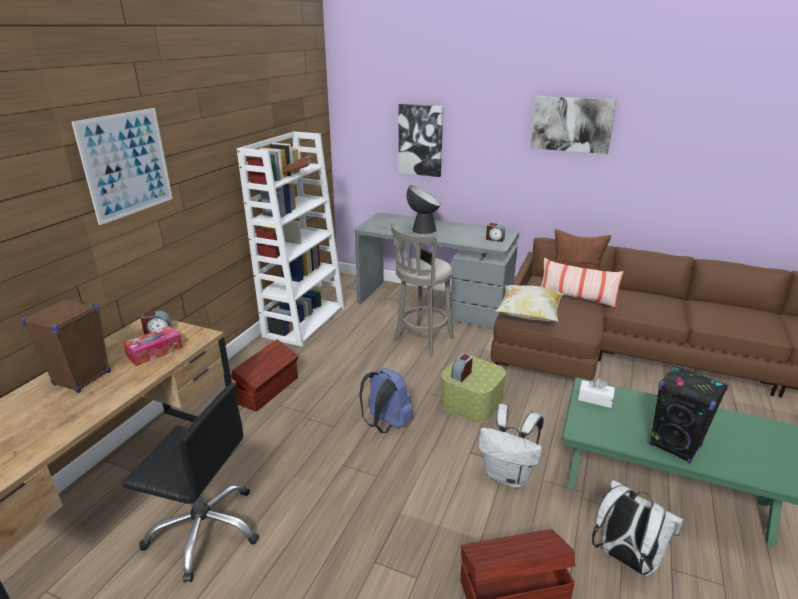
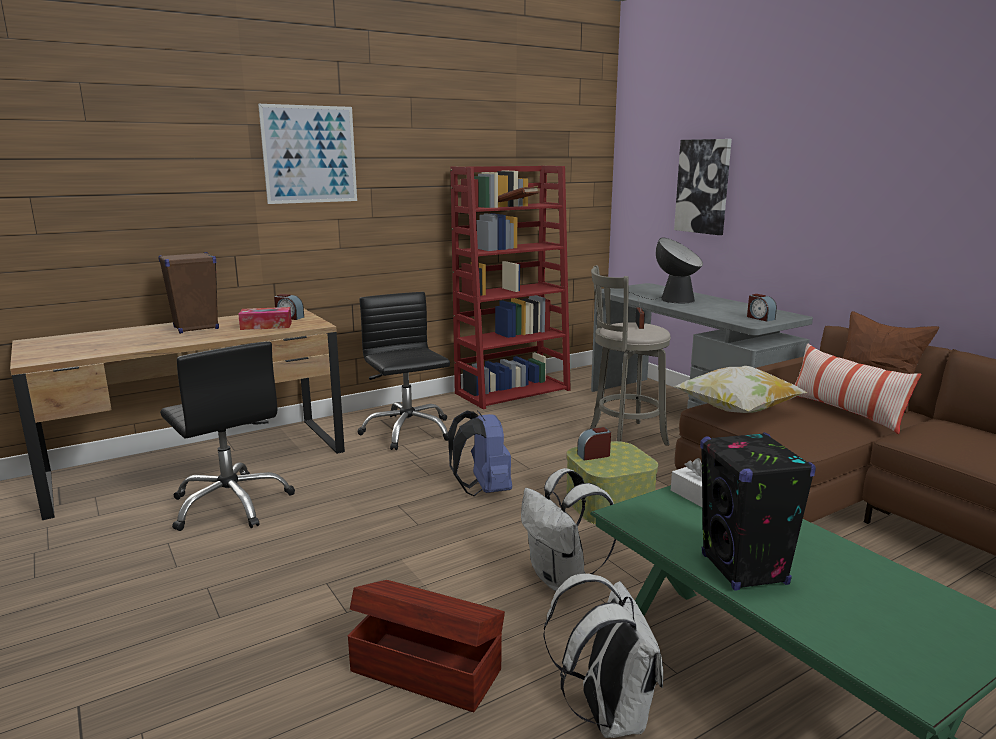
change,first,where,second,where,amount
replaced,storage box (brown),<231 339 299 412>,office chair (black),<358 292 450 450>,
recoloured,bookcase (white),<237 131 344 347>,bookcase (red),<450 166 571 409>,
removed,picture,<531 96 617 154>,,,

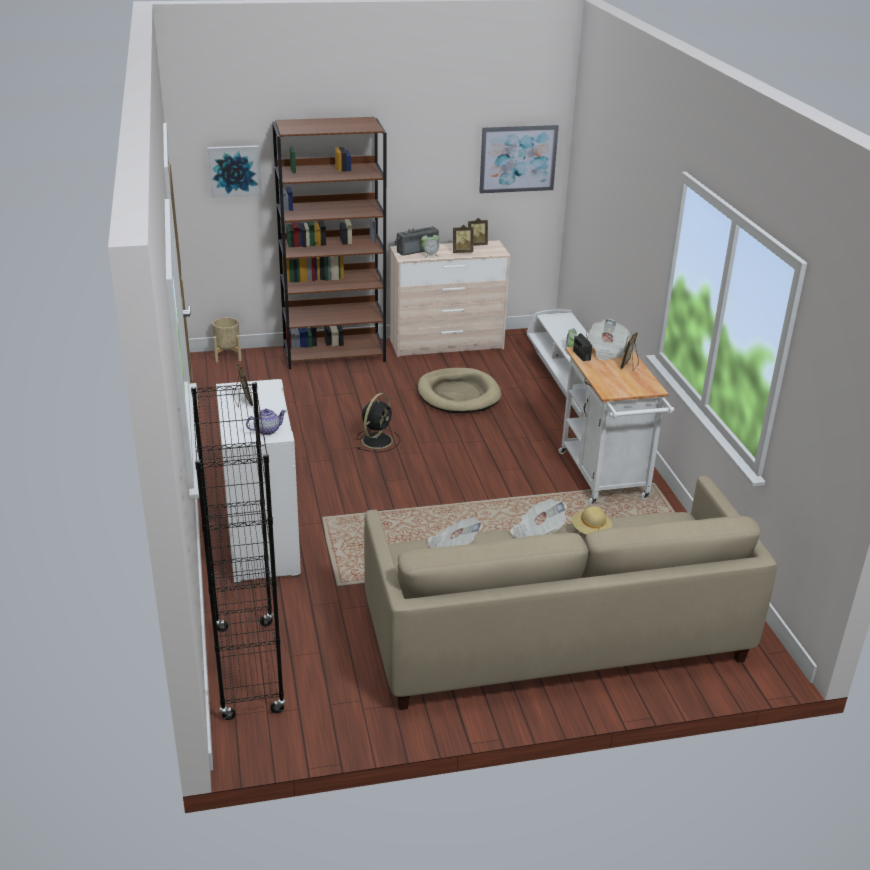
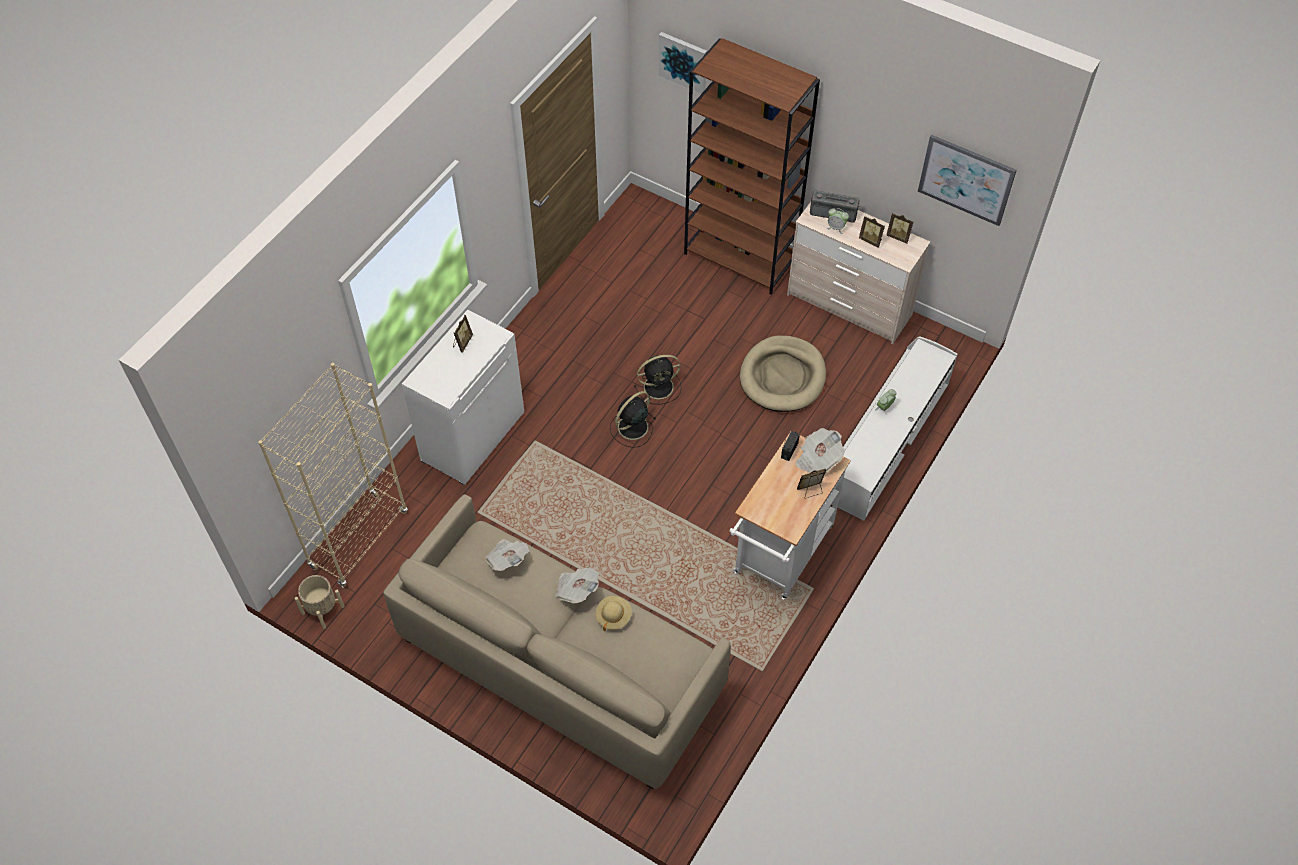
change,first,where,second,where,amount
recoloured,bookcase (black),<191 382 286 720>,bookcase (beige),<258 363 408 588>,
moved,planter (beige),<212 317 242 363>,,<295 575 344 629>,
removed,teapot,<246 409 287 435>,,,
added,,,fan (black),<610 391 656 448>,

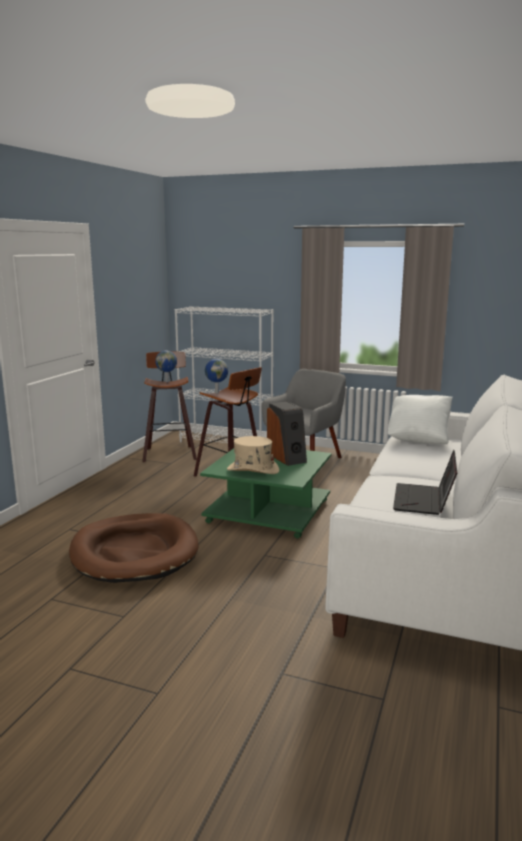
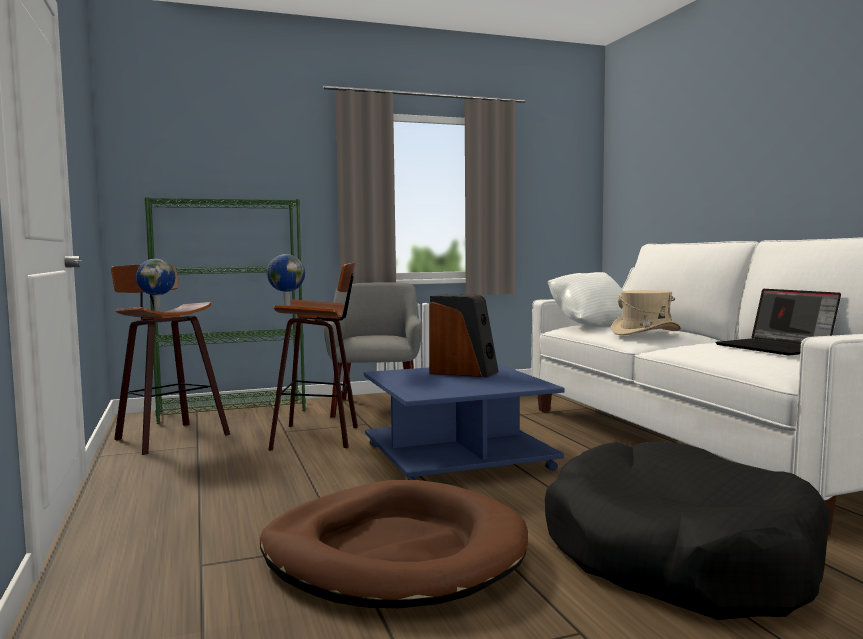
change,first,where,second,where,amount
recoloured,bookcase (white),<175 306 274 443>,bookcase (green),<144 197 306 424>,
recoloured,coffee table (green),<200 448 331 539>,coffee table (blue),<364 364 564 480>,
moved,hat (beige),<227 436 279 474>,,<611 290 681 335>,
added,,,dog bed (black),<545 441 830 620>,

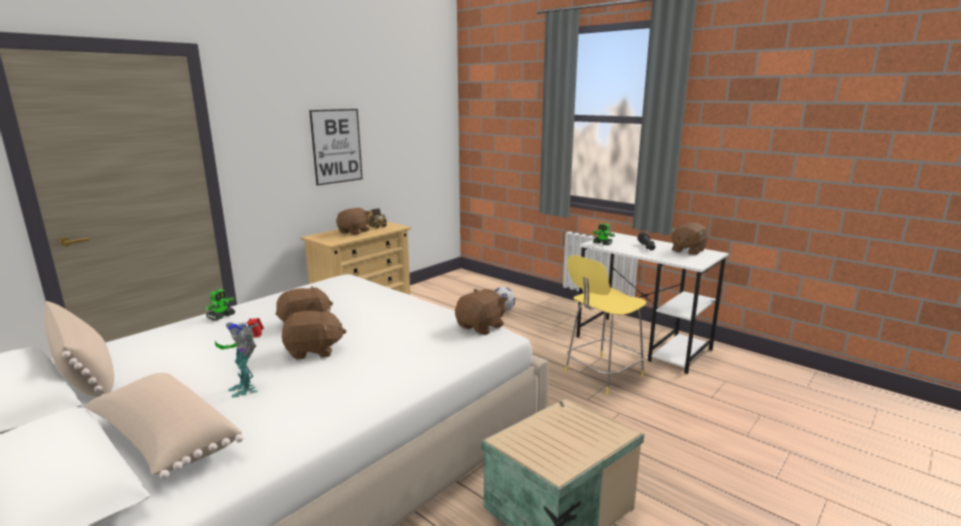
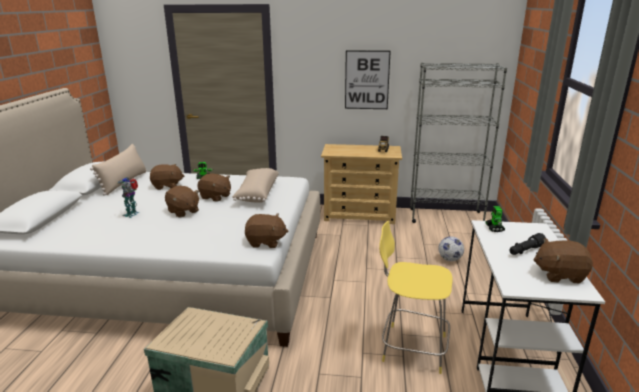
change,first,where,second,where,amount
moved,pillow (beige),<84 373 244 479>,,<232 168 279 203>,
moved,plush toy (brown),<336 208 370 235>,,<150 164 184 190>,
added,,,bookcase (grey),<410 63 507 223>,

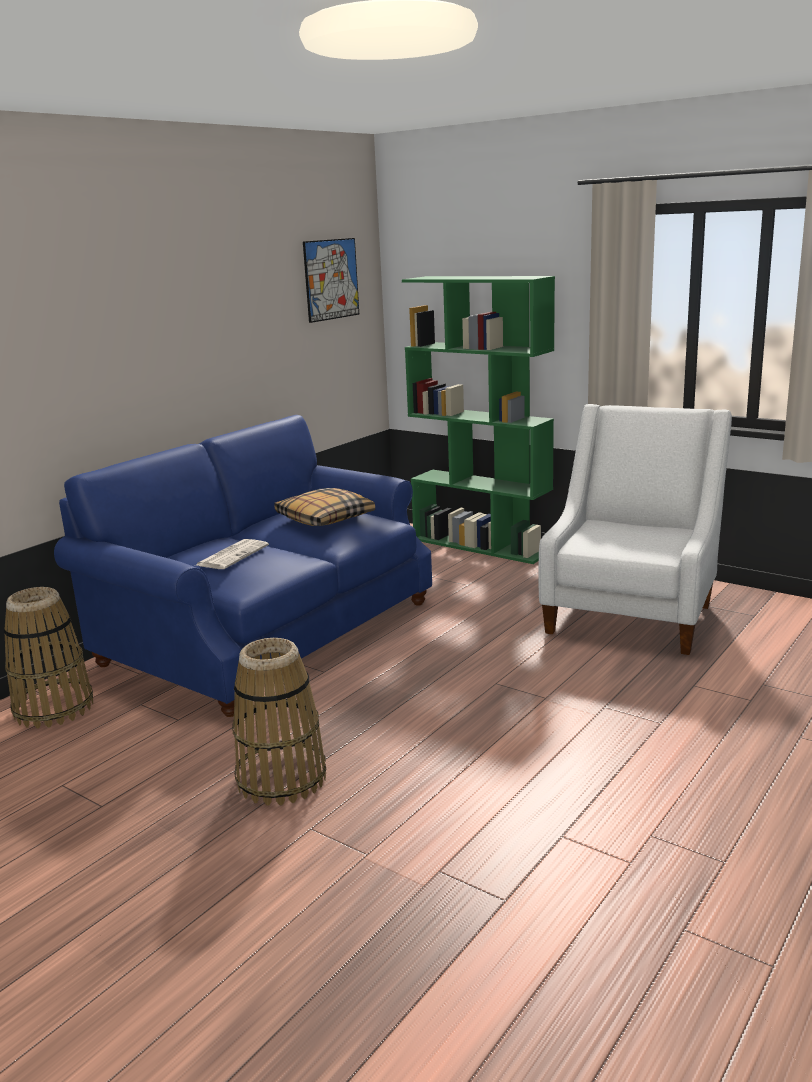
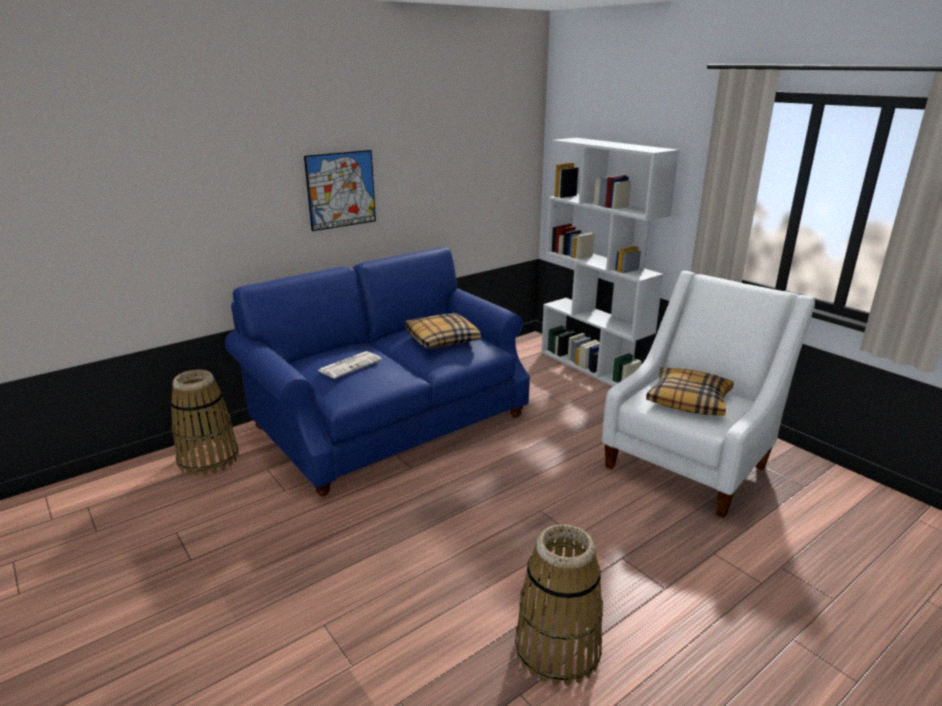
change,first,where,second,where,amount
moved,basket,<232 638 326 806>,,<515 524 603 686>,
moved,picture,<303 238 359 323>,,<304 150 376 231>,
recoloured,bookcase (green),<402 276 555 564>,bookcase (white),<541 138 679 387>,
added,,,pillow,<646 367 734 416>,

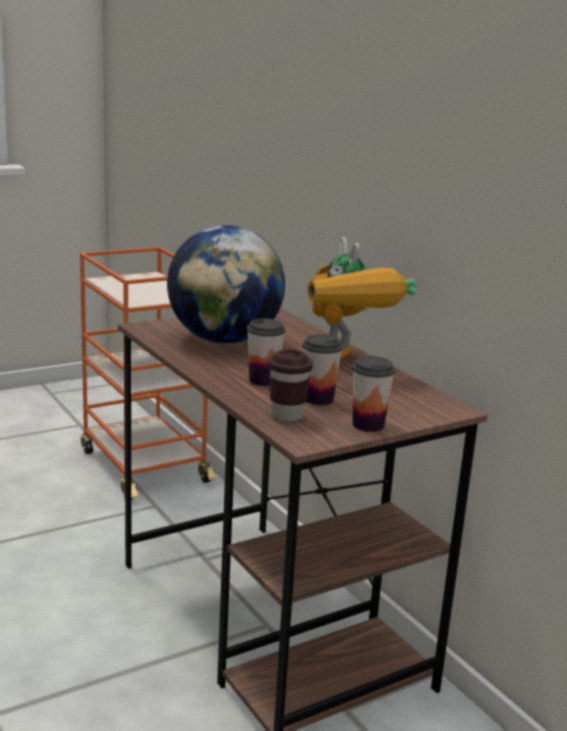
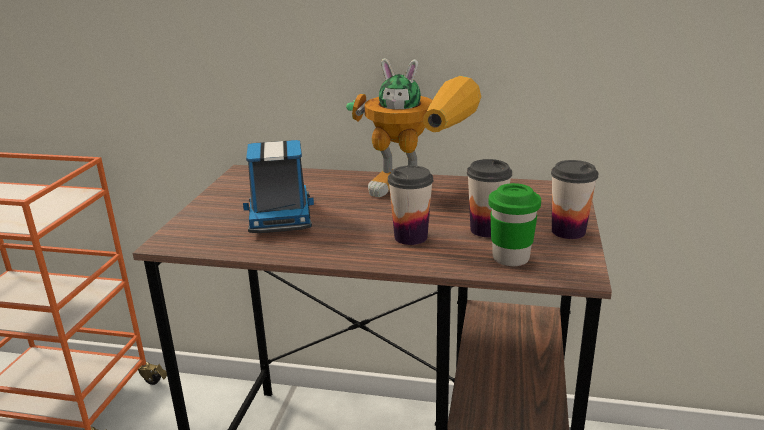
change,first,where,second,where,amount
replaced,globe,<167 225 285 344>,toy truck,<243 140 314 233>,
recoloured,cup (brown),<268 349 313 422>,cup (green),<488 183 541 267>,

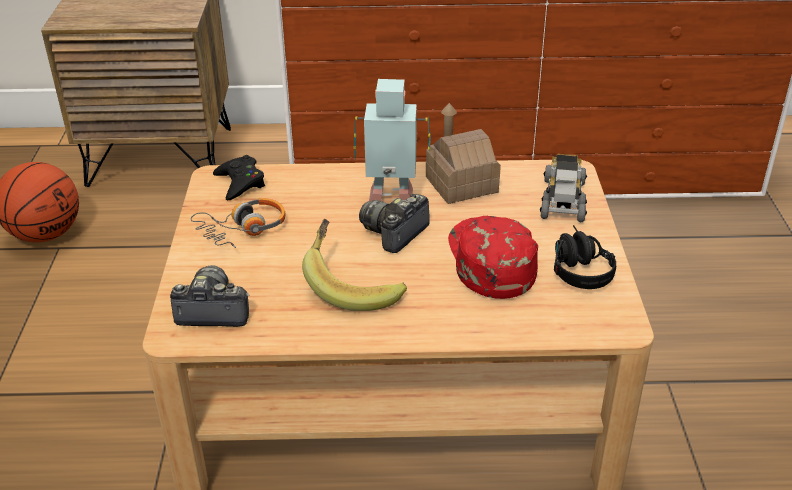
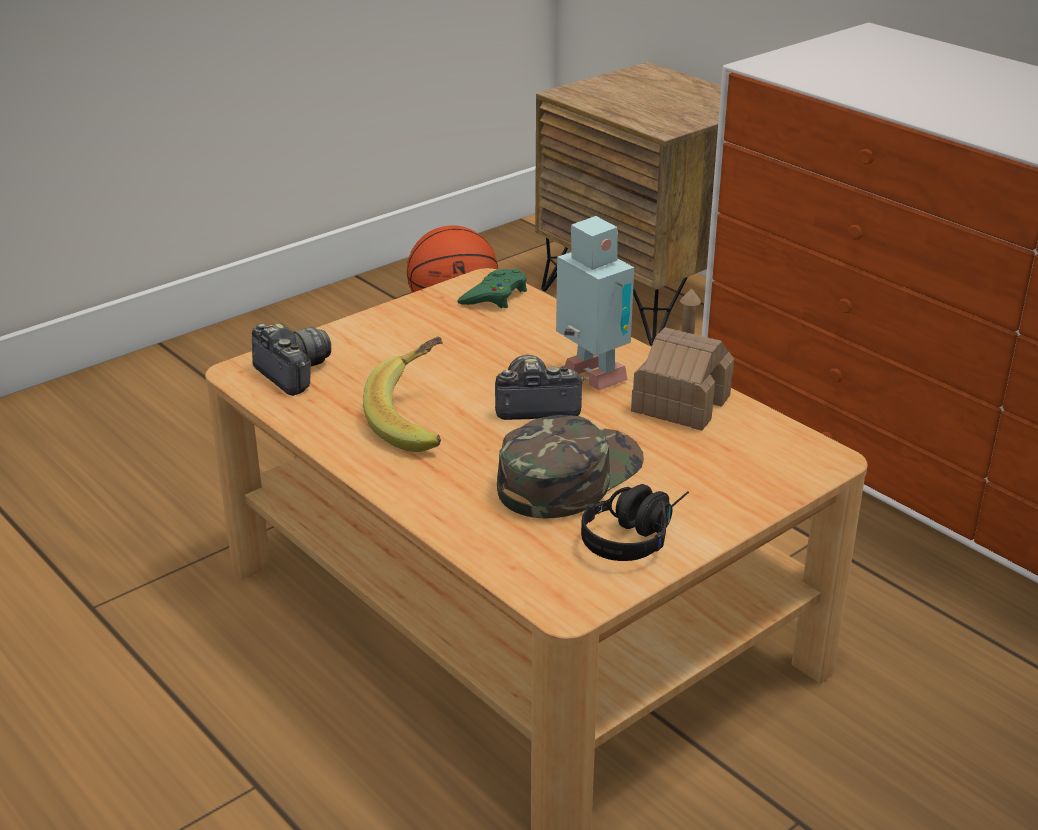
change,first,where,second,where,amount
removed,headphones,<191 198 286 248>,,,
recoloured,game controller (black),<213 155 265 201>,game controller (green),<457 269 527 308>,
recoloured,cap (red),<448 216 538 299>,cap (green),<497 415 644 518>,
removed,toy truck,<540 154 587 222>,,,

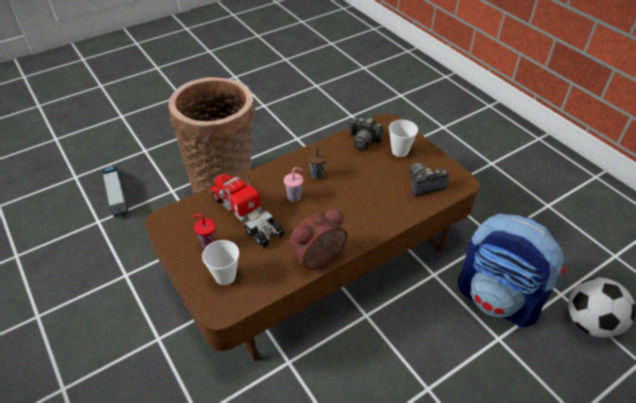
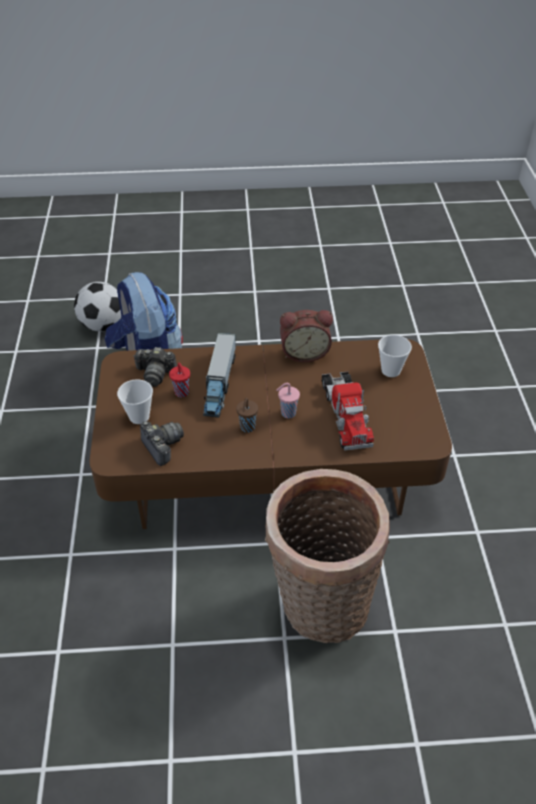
change,first,where,second,where,amount
moved,toy truck,<102 166 128 217>,,<203 333 236 417>,
moved,cup (red),<193 214 216 249>,,<169 363 190 397>,

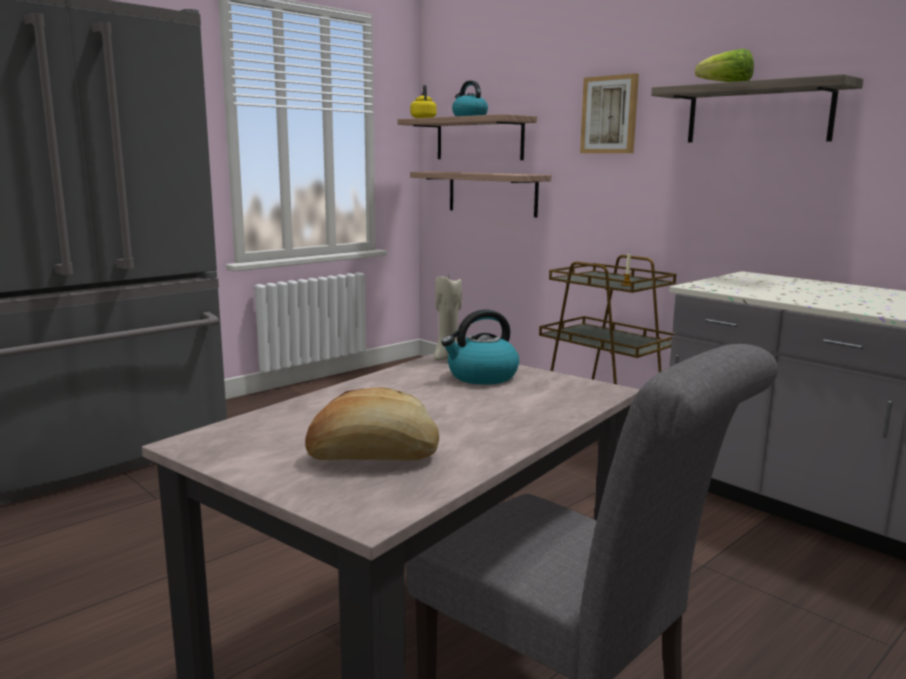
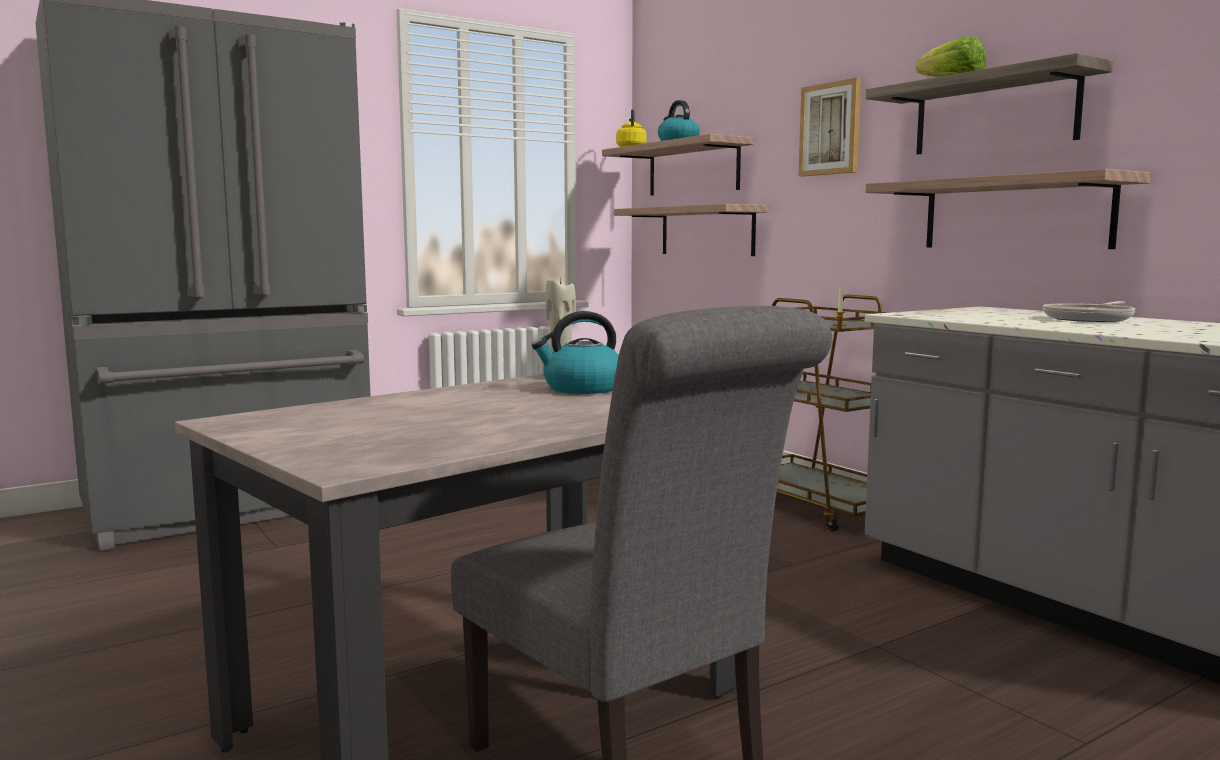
change,first,where,second,where,amount
removed,bread,<305 387 439 460>,,,
added,,,shelf,<866 169 1151 249>,
added,,,frying pan,<1043 301 1135 322>,

